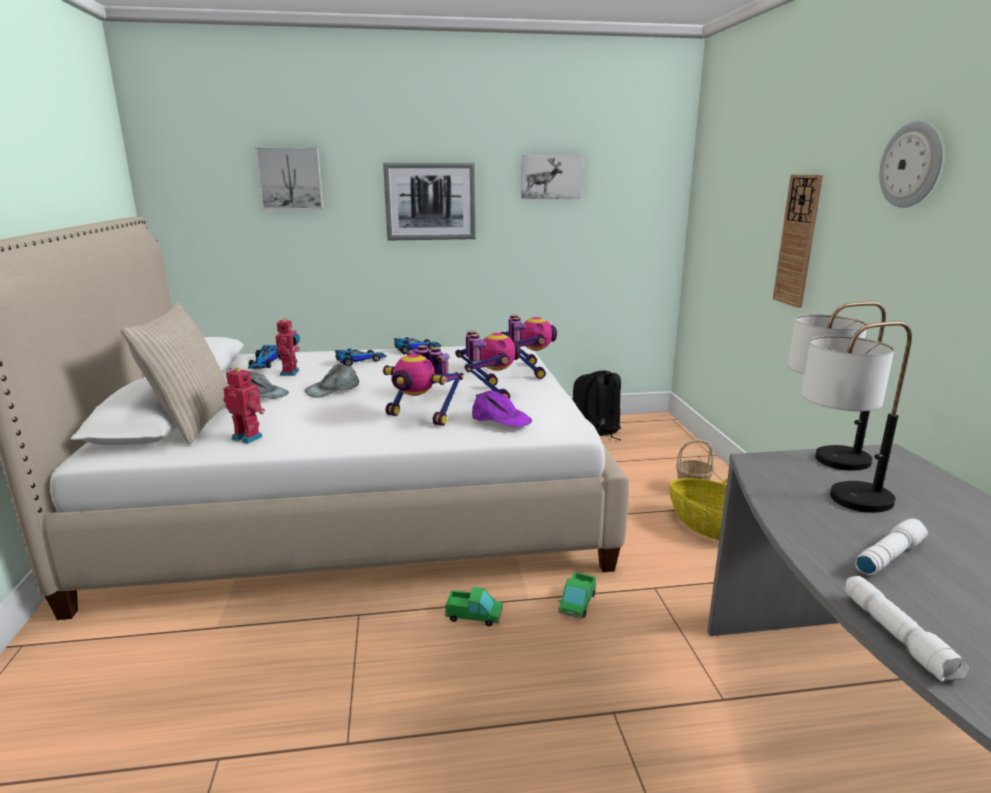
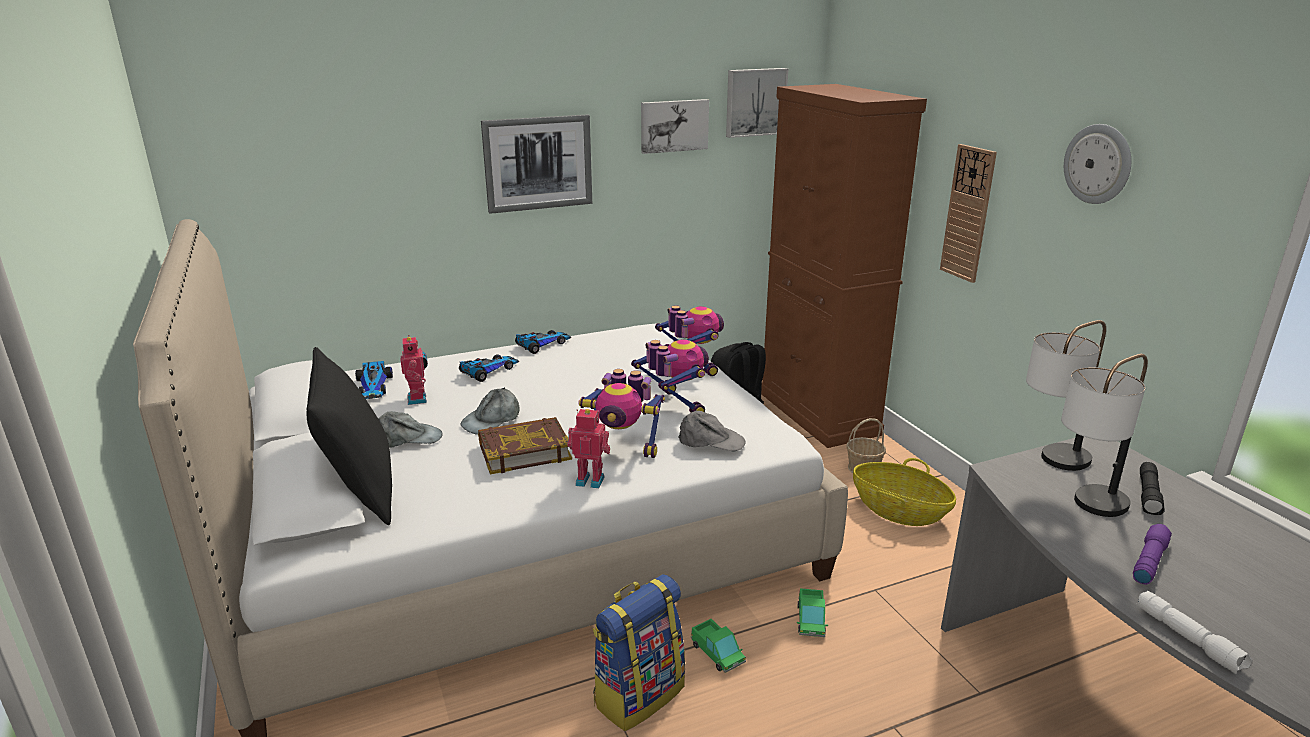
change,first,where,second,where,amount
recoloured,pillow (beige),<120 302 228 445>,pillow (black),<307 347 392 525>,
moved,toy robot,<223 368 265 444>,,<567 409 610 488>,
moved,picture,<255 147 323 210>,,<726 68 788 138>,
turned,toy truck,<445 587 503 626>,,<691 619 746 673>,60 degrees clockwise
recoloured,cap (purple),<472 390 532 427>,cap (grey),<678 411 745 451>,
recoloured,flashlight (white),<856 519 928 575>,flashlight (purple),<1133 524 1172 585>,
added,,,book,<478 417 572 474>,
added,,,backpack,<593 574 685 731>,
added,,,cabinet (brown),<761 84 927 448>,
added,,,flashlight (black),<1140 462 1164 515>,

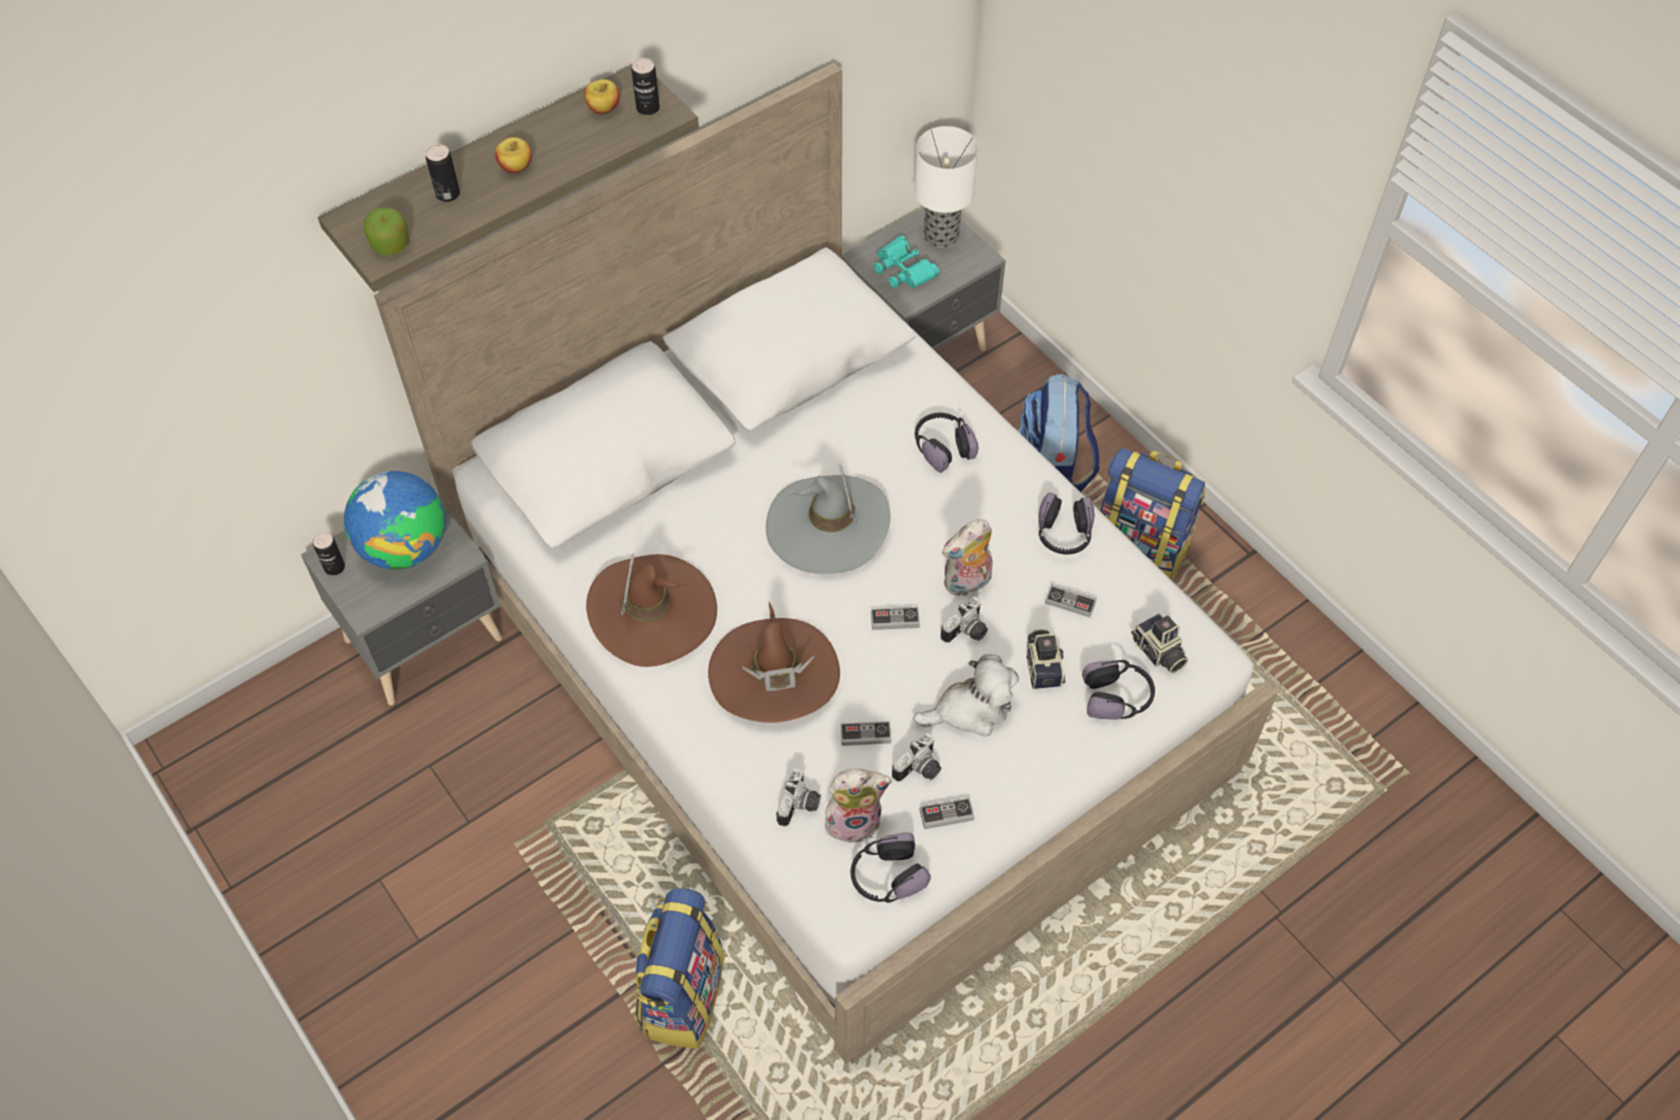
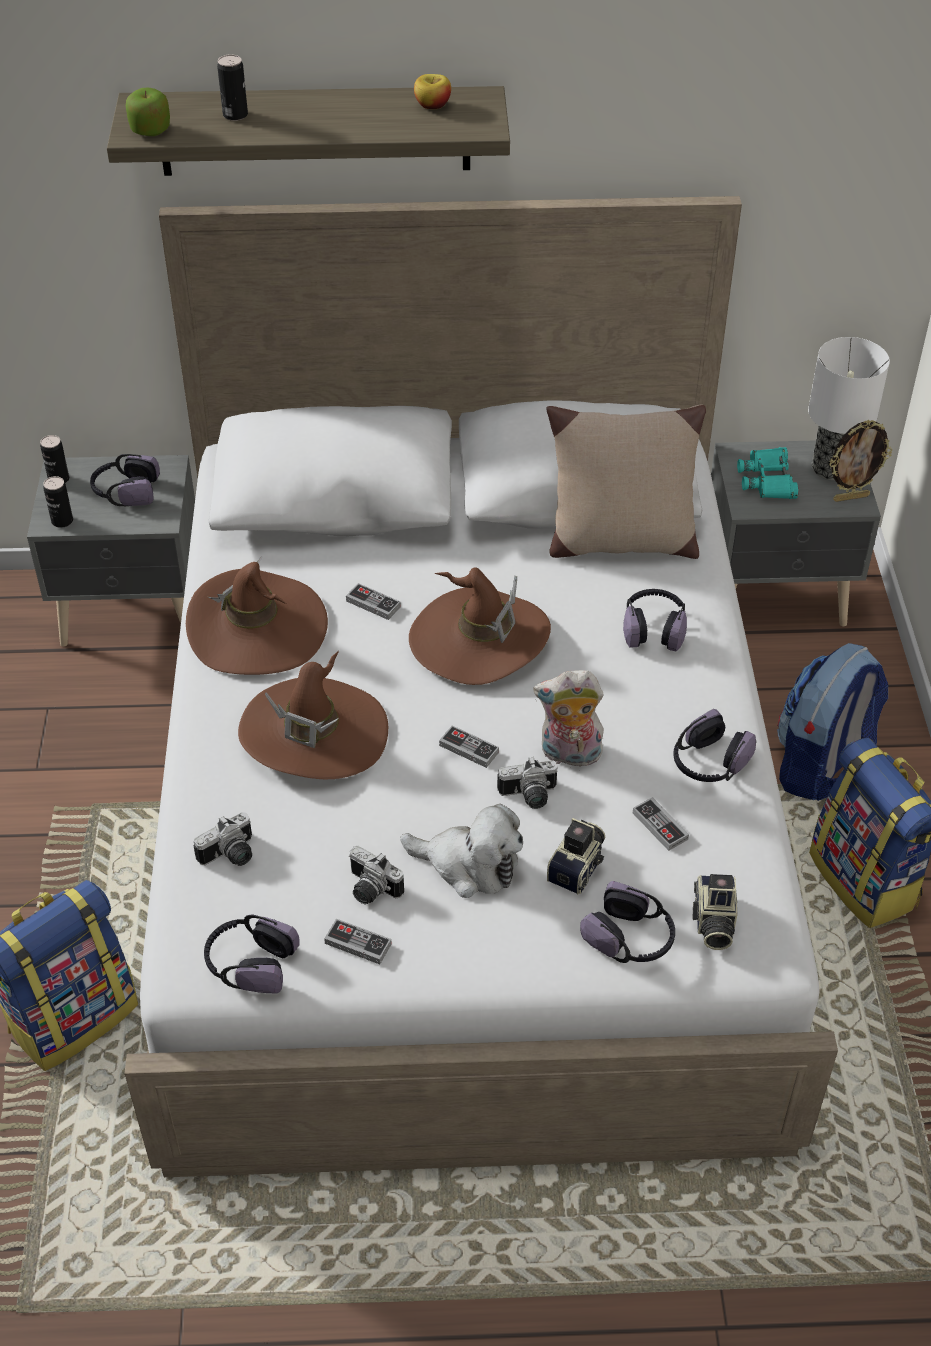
change,first,where,second,where,amount
replaced,globe,<344 471 446 570>,headphones,<90 454 160 506>,
removed,apple,<495 137 532 174>,,,
moved,can,<632 58 660 115>,,<43 476 73 528>,
recoloured,hat (grey),<766 464 890 574>,hat (brown),<409 567 551 685>,
removed,plush toy,<825 769 892 844>,,,
moved,game controller,<841 721 891 746>,,<346 583 401 620>,
turned,photo camera,<892 733 941 782>,,<349 846 404 904>,45 degrees clockwise
added,,,pillow (beige),<546 405 706 559>,
added,,,picture frame,<829 420 892 502>,

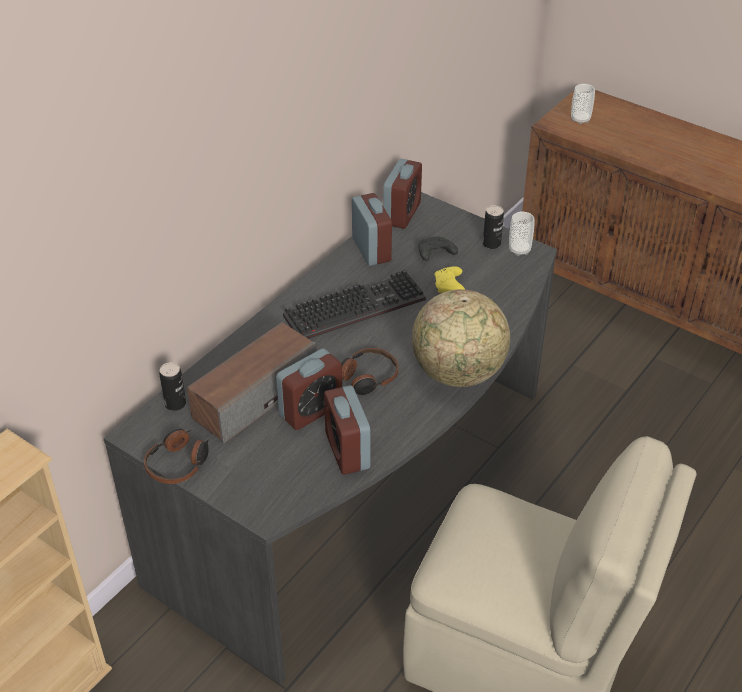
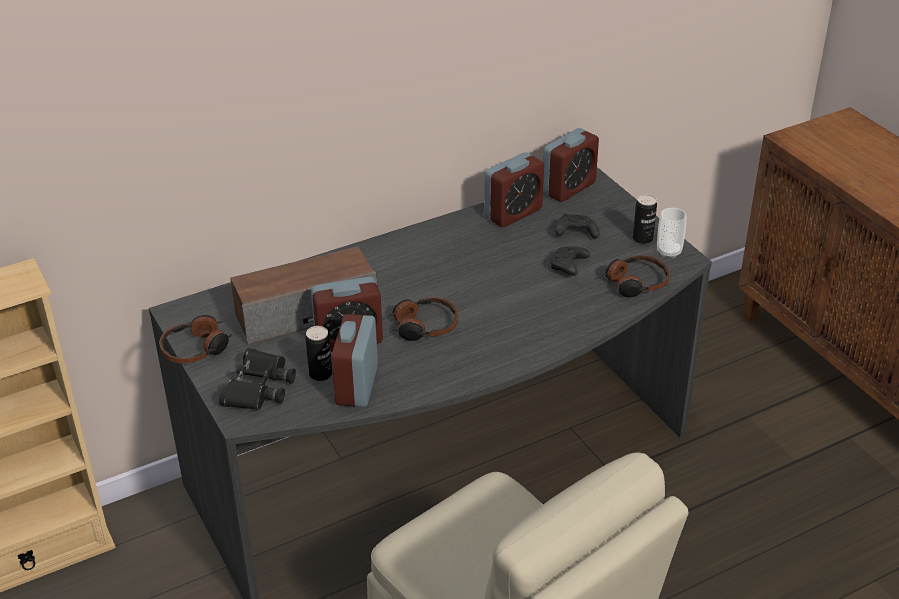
change,first,where,second,where,amount
moved,can,<159 362 186 411>,,<305 326 332 381>,
removed,keyboard,<283 270 426 339>,,,
turned,alarm clock,<352 193 392 266>,,<484 152 544 227>,45 degrees clockwise
removed,globe,<412 289 510 387>,,,
recoloured,game controller (yellow),<434 266 465 293>,game controller (black),<550 246 590 276>,
removed,cup,<571 84 595 124>,,,
added,,,binoculars (black),<219 348 296 410>,
added,,,headphones,<602 255 670 297>,

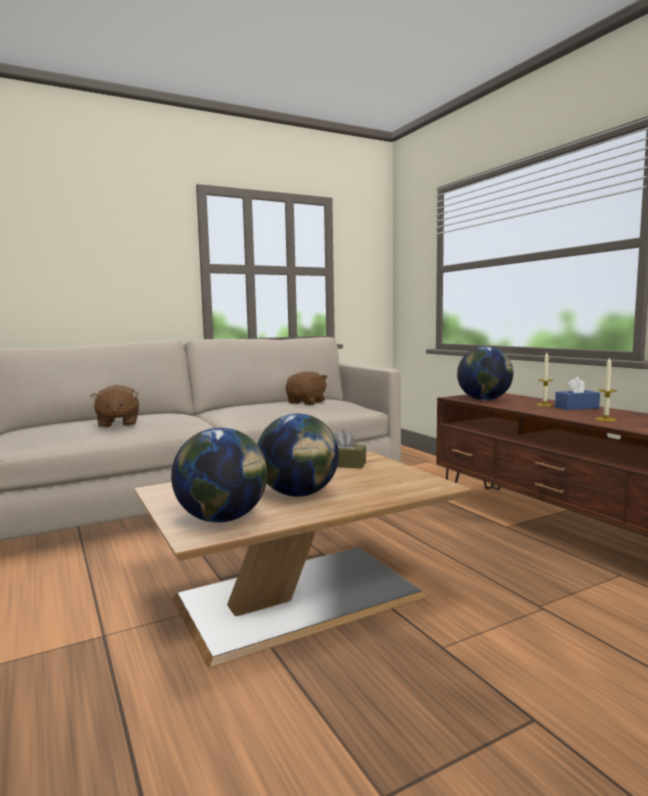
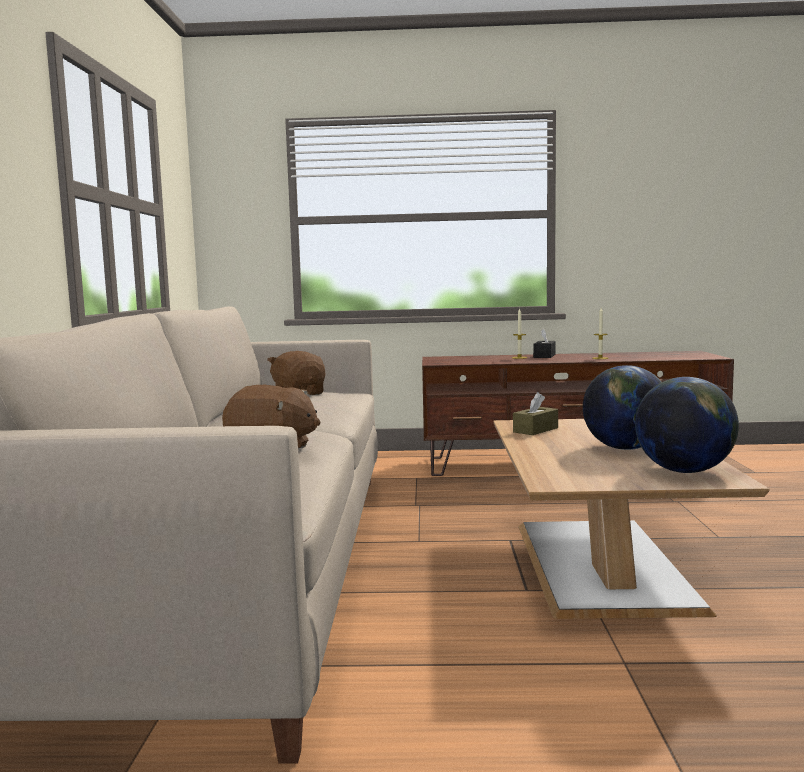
change,first,where,second,where,amount
removed,globe,<457 347 513 400>,,,
recoloured,tissue box (blue),<555 377 600 410>,tissue box (black),<533 329 556 358>,

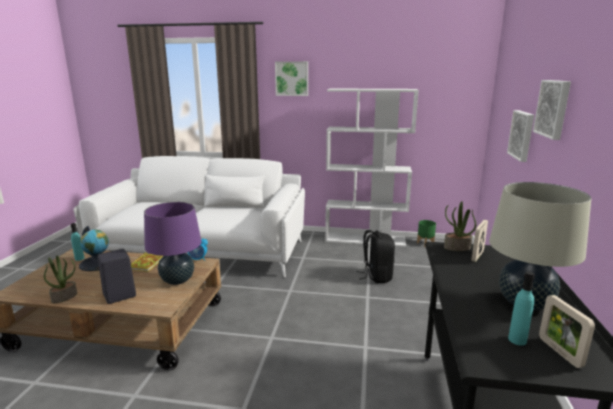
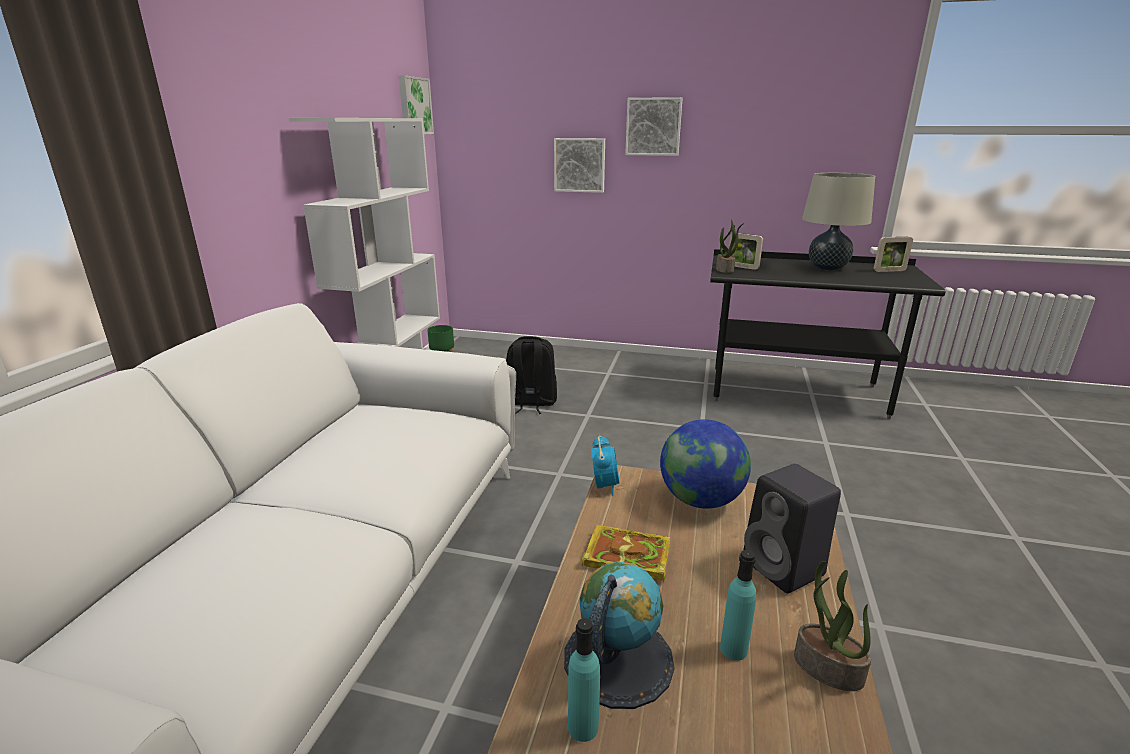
change,first,where,second,where,amount
replaced,table lamp (purple),<144 202 202 285>,globe,<660 419 751 509>,
removed,pillow (white),<204 175 265 208>,,,
moved,picture,<275 61 308 96>,,<399 75 434 135>,
moved,bottle (turquoise),<508 271 535 346>,,<720 550 756 661>,

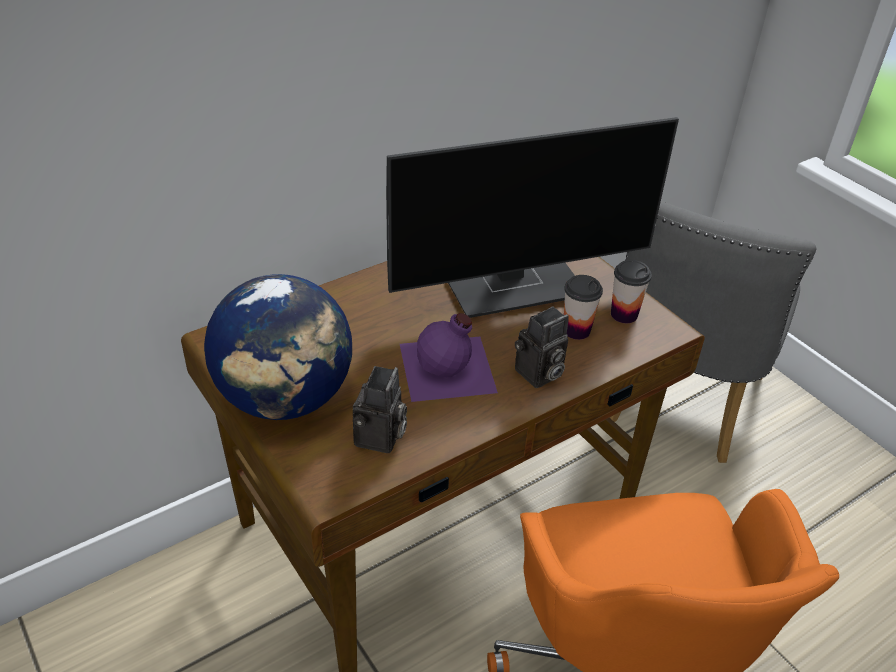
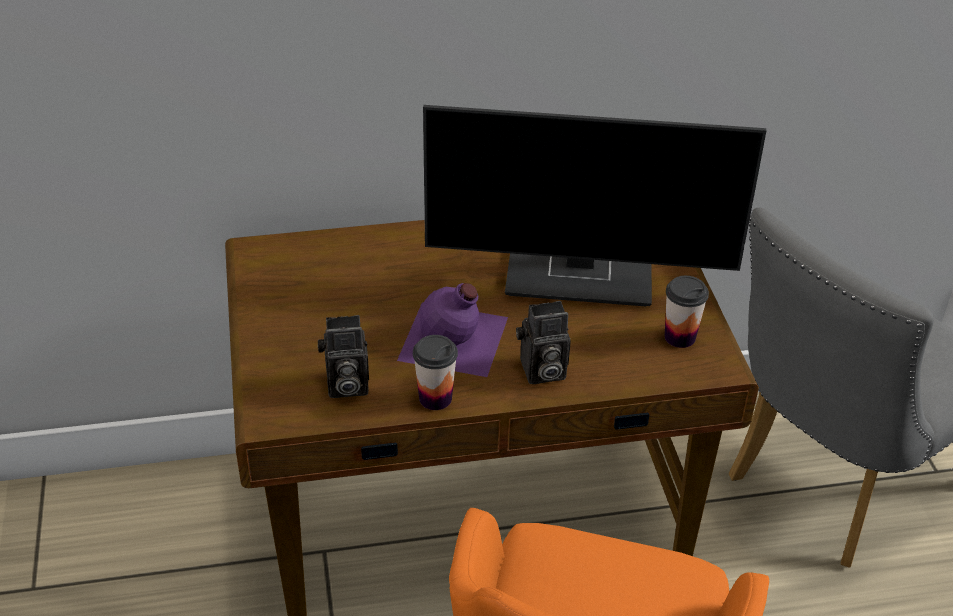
change,first,where,second,where,amount
removed,globe,<204 274 352 420>,,,
turned,photo camera,<353 366 407 453>,,<318 315 369 398>,45 degrees clockwise
moved,cup,<564 275 603 340>,,<413 335 458 410>,

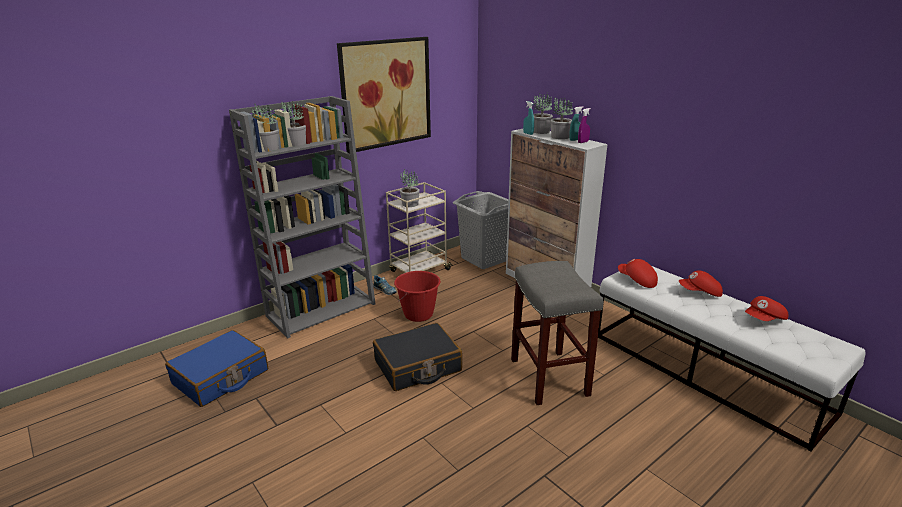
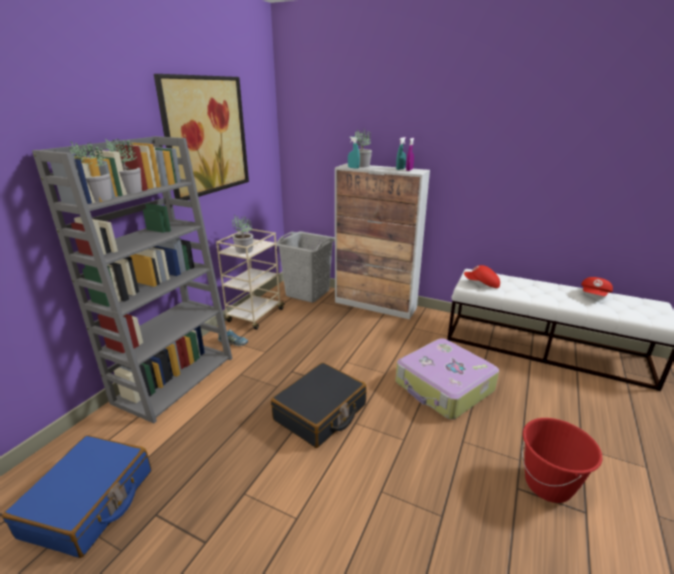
change,first,where,second,where,amount
moved,bucket (red),<394 271 441 322>,,<522 418 602 503>,
replaced,stool (grey),<511 261 603 405>,suitcase,<395 338 499 420>,
removed,potted plant,<550 98 573 139>,,,
removed,cap (red),<679 270 723 297>,,,

